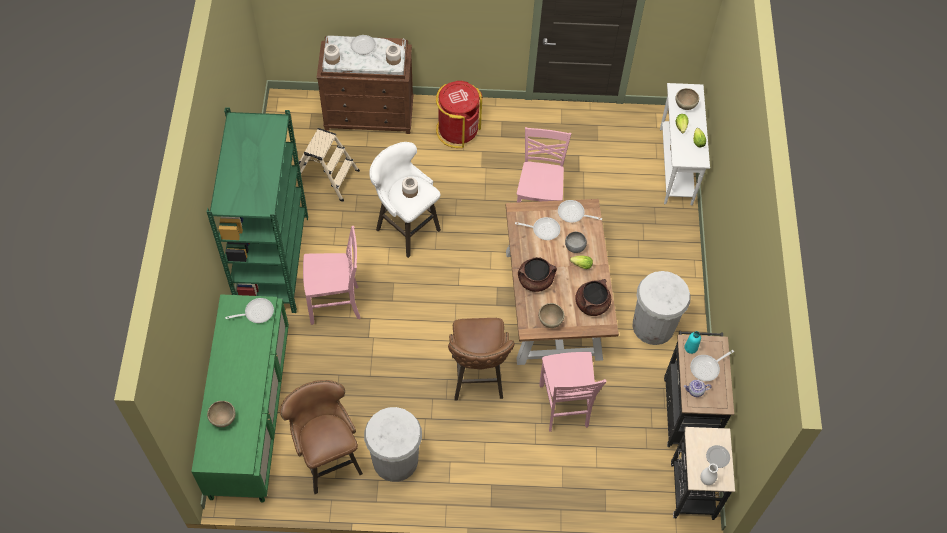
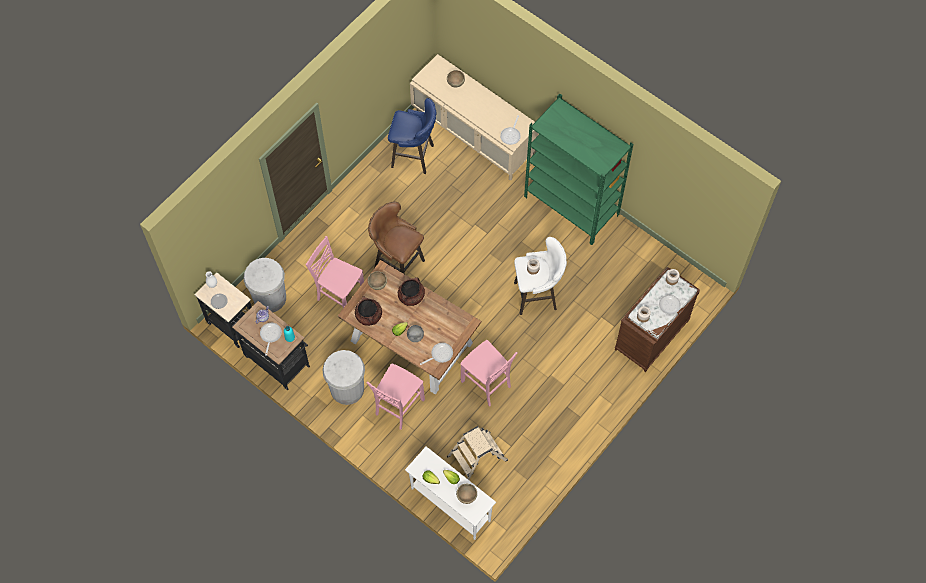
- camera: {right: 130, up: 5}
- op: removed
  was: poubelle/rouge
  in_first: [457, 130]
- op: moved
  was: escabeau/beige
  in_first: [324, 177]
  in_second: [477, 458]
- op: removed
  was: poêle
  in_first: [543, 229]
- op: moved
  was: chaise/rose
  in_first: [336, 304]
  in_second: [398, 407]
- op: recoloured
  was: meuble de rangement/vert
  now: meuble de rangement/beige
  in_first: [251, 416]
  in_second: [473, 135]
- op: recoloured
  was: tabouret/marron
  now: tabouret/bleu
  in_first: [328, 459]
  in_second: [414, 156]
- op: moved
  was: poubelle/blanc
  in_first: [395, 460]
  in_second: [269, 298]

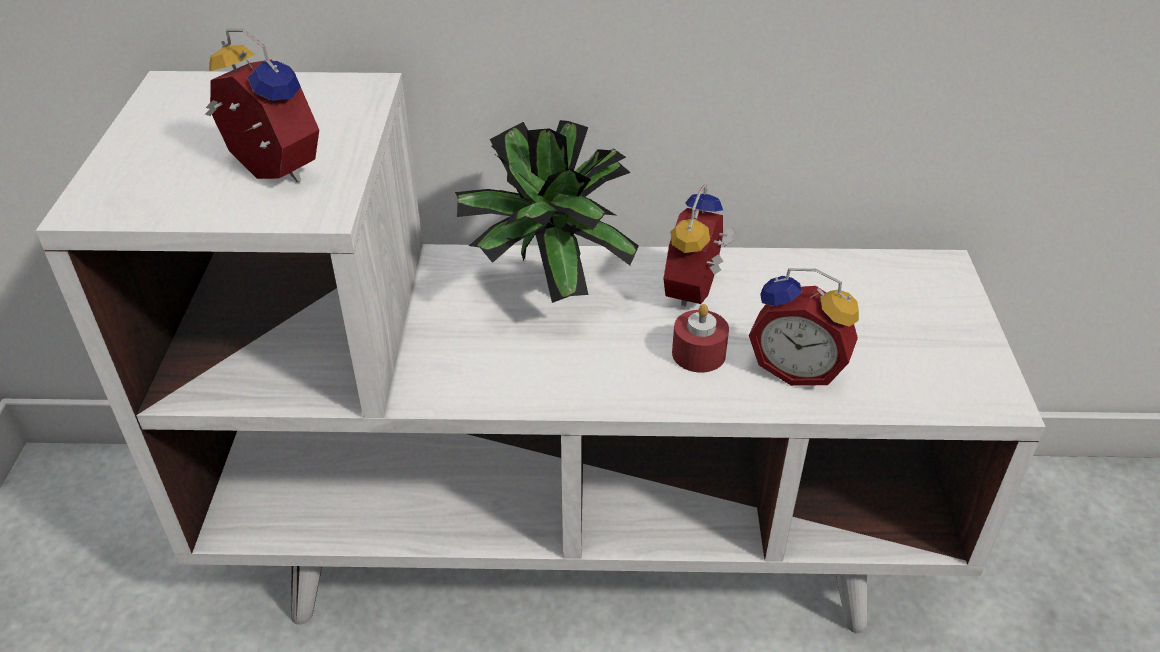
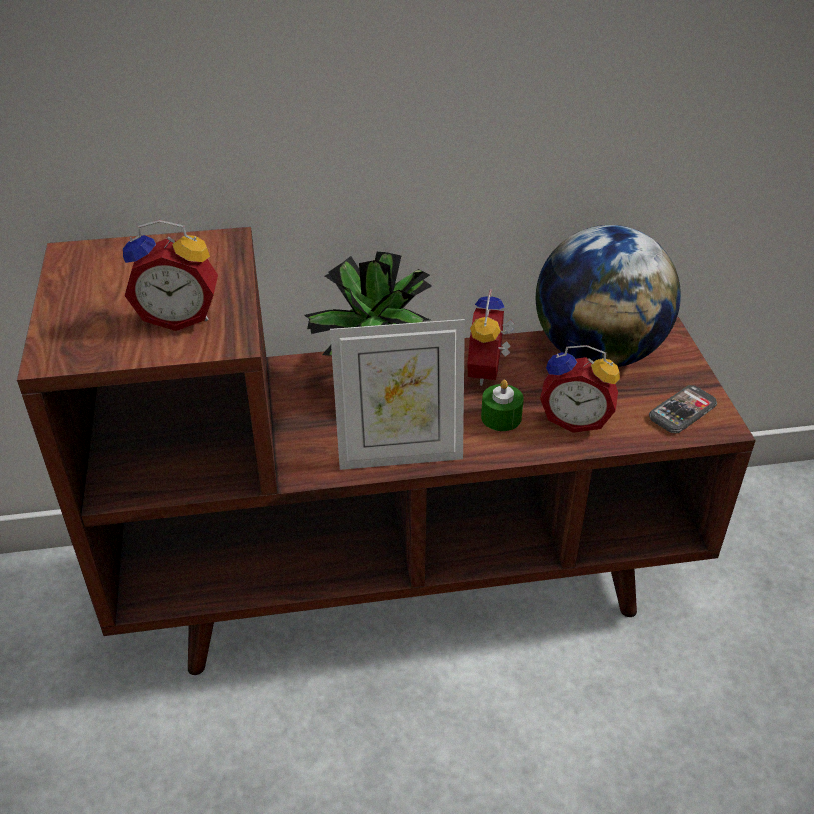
- camera: {right: -10, up: 0}
- op: turned
  was: réveil
  in_first: [268, 173]
  in_second: [179, 317]
  clockwise: 150
- op: recoloured
  was: meuble télé/blanc
  now: meuble télé/marron
  in_first: [583, 540]
  in_second: [409, 578]
- op: recoloured
  was: bougie/rouge
  now: bougie/vert
  in_first: [698, 354]
  in_second: [501, 417]
- op: added
  now: globe
  in_second: [597, 352]
- op: added
  now: cadre photo
  in_second: [400, 455]
- op: added
  now: téléphone
  in_second: [682, 411]

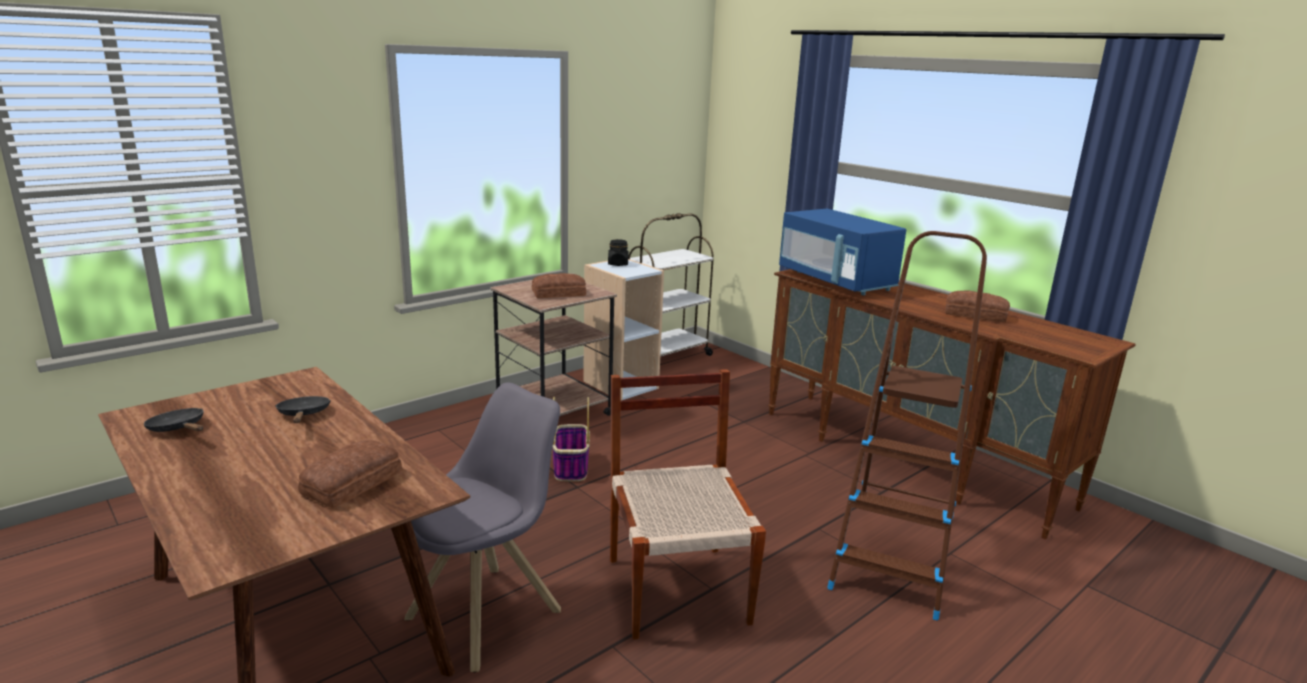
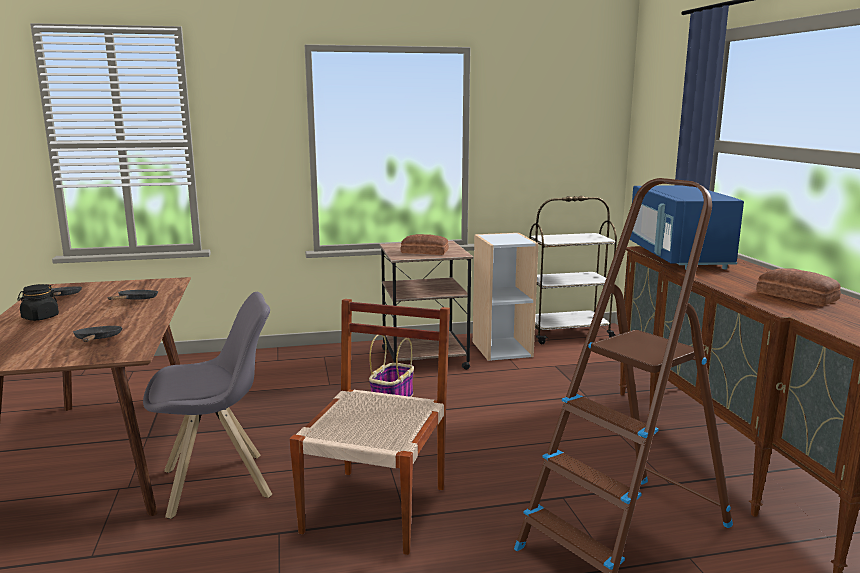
- camera: {right: 30, up: -5}
- op: moved
  was: bocal/noir
  in_first: [618, 264]
  in_second: [40, 317]
- op: replaced
  was: pain
  now: poêle/noir
  in_first: [354, 483]
  in_second: [97, 340]

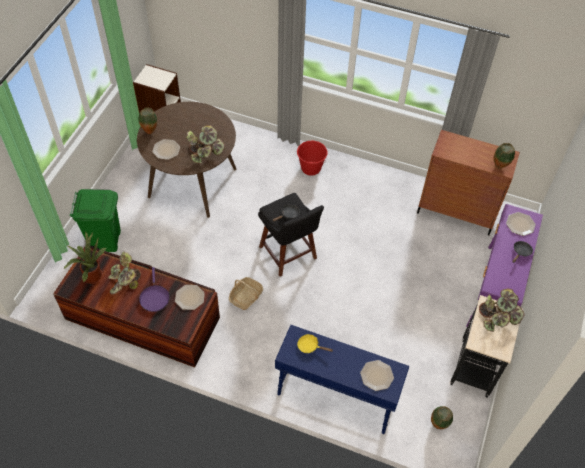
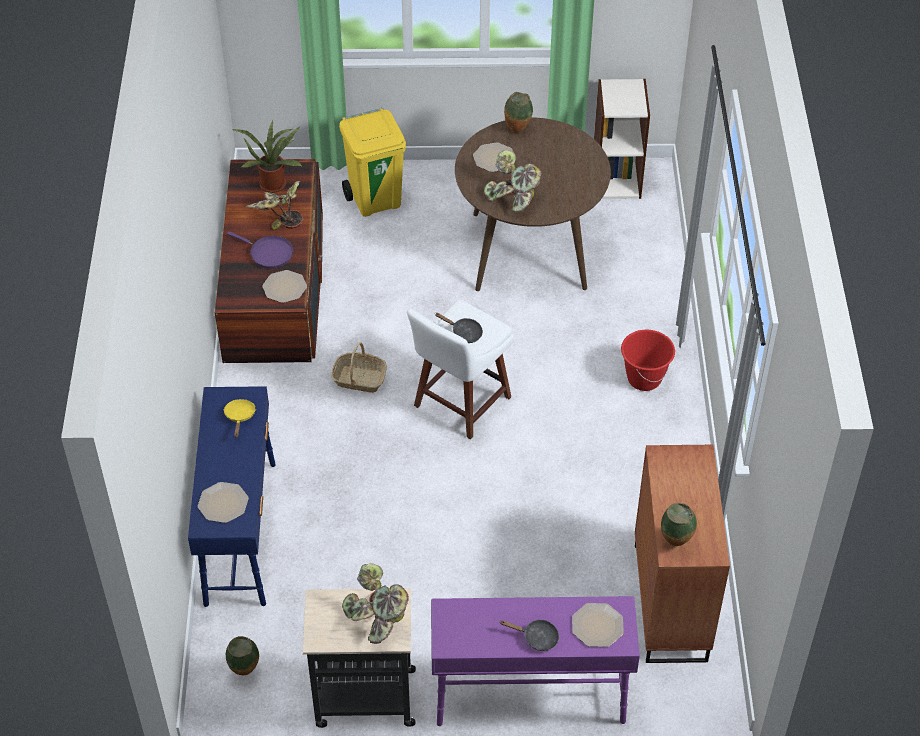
- camera: {right: 70, up: -5}
- op: recoloured
  was: poubelle/vert
  now: poubelle/jaune
  in_first: [105, 241]
  in_second: [376, 200]
- op: recoloured
  was: tabouret/noir
  now: tabouret/blanc
  in_first: [289, 254]
  in_second: [459, 404]
- op: turned
  was: poêle/violet
  in_first: [154, 297]
  in_second: [268, 253]
  clockwise: -120

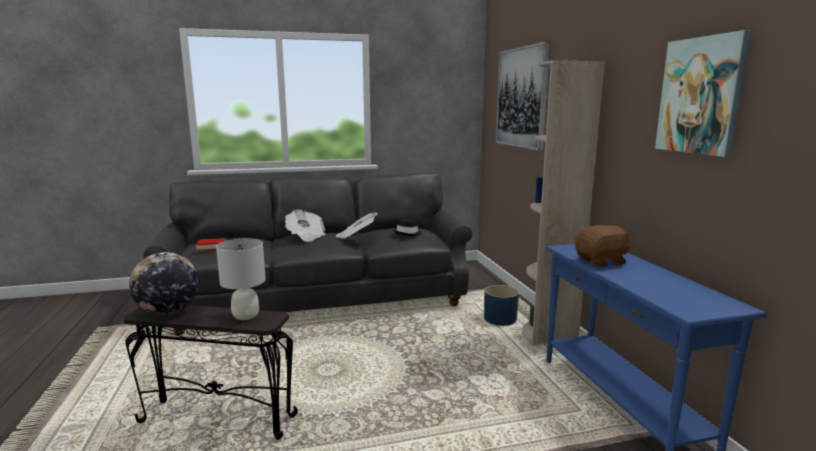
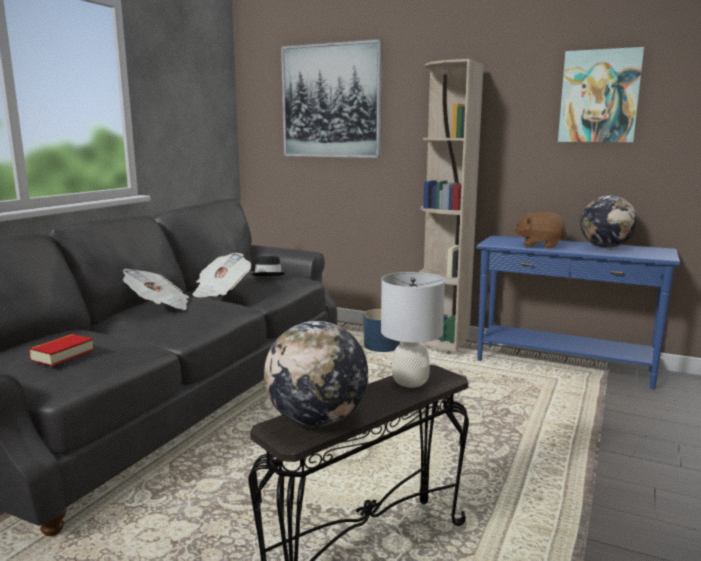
- camera: {right: -50, up: 0}
- op: turned
  was: peluche/marron
  in_first: [601, 261]
  in_second: [540, 245]
  clockwise: -90
- op: added
  now: globe
  in_second: [605, 247]

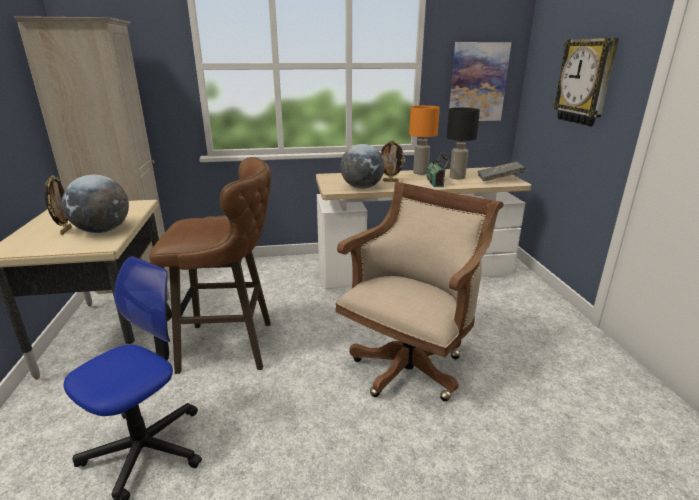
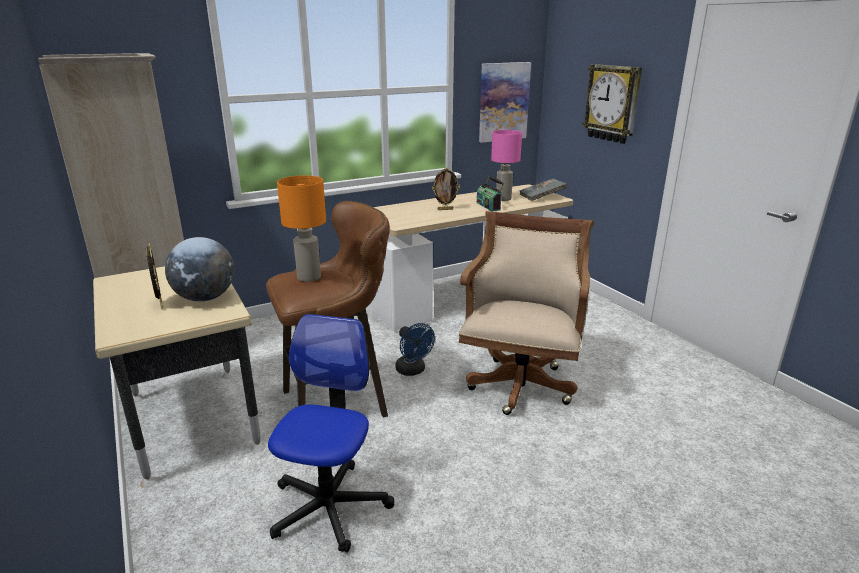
- camera: {right: -20, up: 0}
- op: moved
  was: lampe de table/orange
  in_first: [420, 173]
  in_second: [308, 277]
- op: recoloured
  was: lampe de table/noir
  now: lampe de table/rose
  in_first: [457, 177]
  in_second: [503, 199]
- op: removed
  was: globe
  in_first: [362, 187]
- op: added
  now: ventilateur/bleu
  in_second: [413, 371]

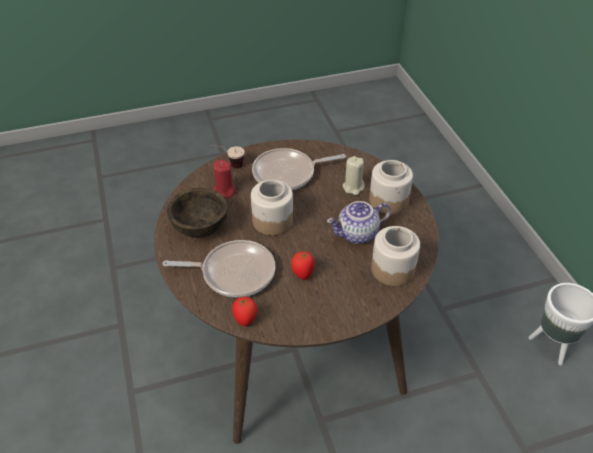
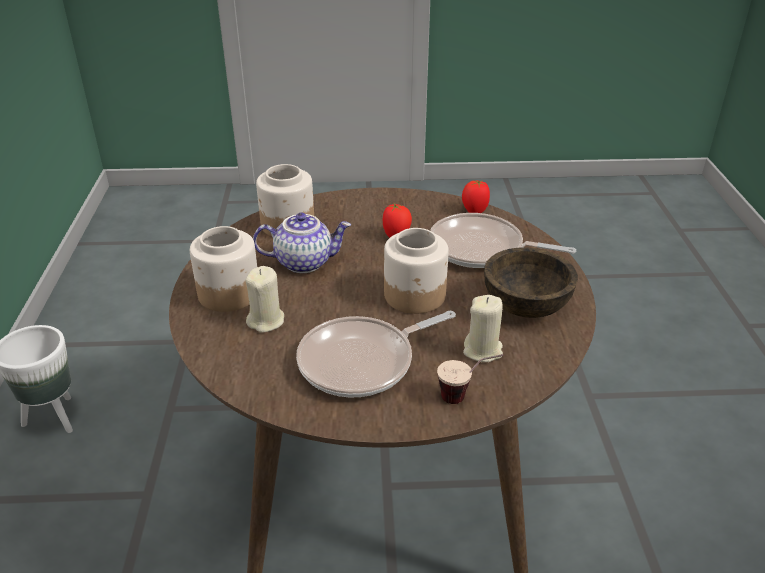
- camera: {right: -165, up: -10}
- op: turned
  was: poêle
  in_first: [288, 174]
  in_second: [362, 362]
  clockwise: 150
- op: recoloured
  was: bougie/rouge
  now: bougie/beige
  in_first: [224, 191]
  in_second: [483, 350]

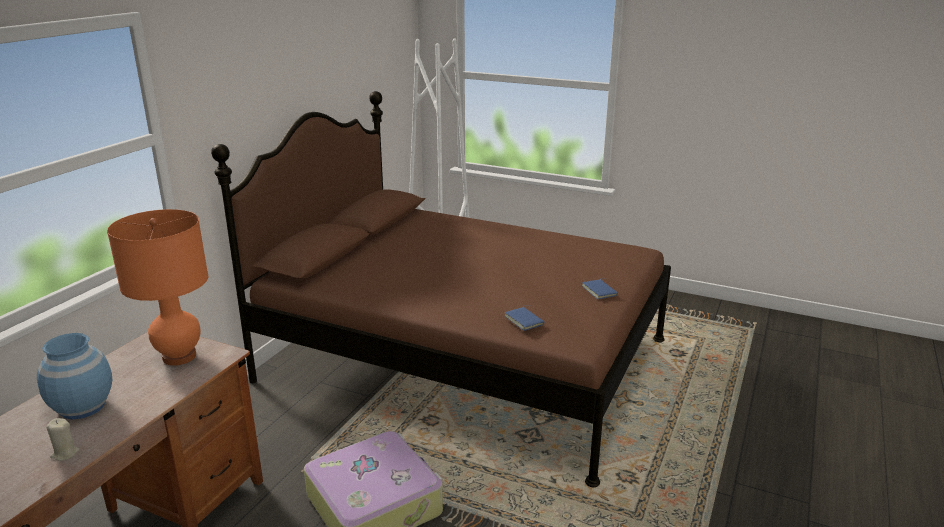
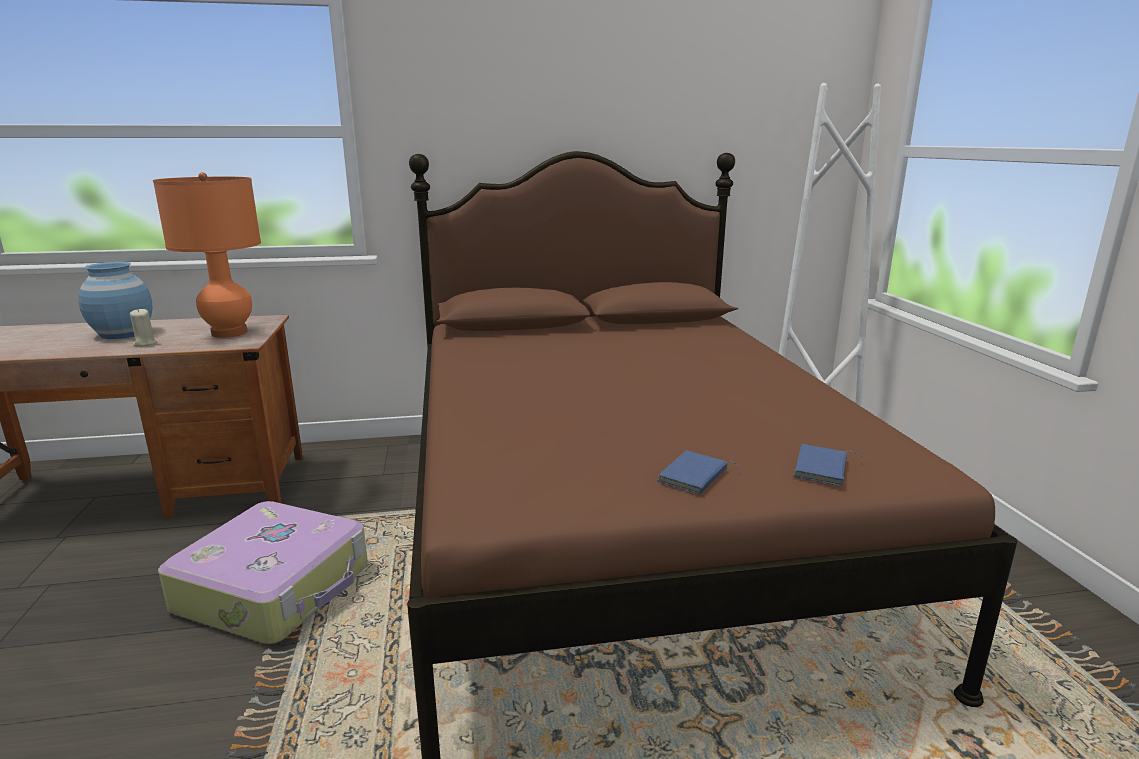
- camera: {right: 55, up: -5}
- op: moved
  was: livre/bleu
  in_first: [525, 320]
  in_second: [823, 469]
- op: moved
  was: bougie/beige
  in_first: [65, 453]
  in_second: [145, 343]

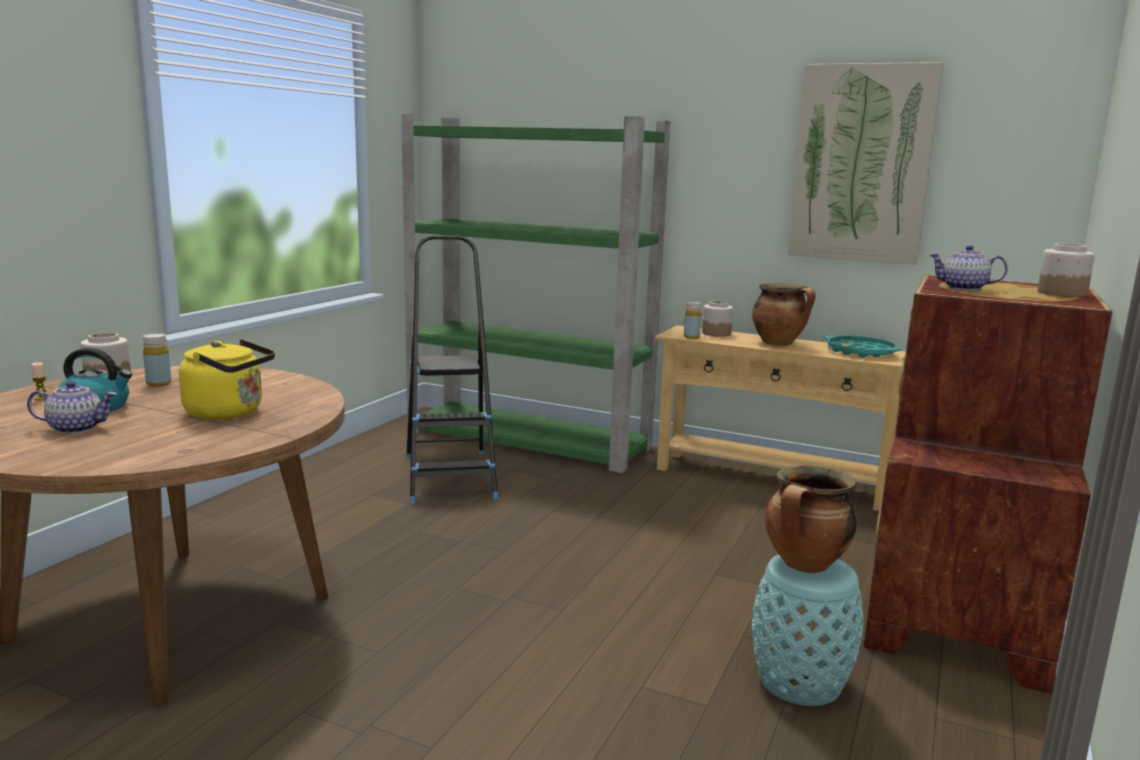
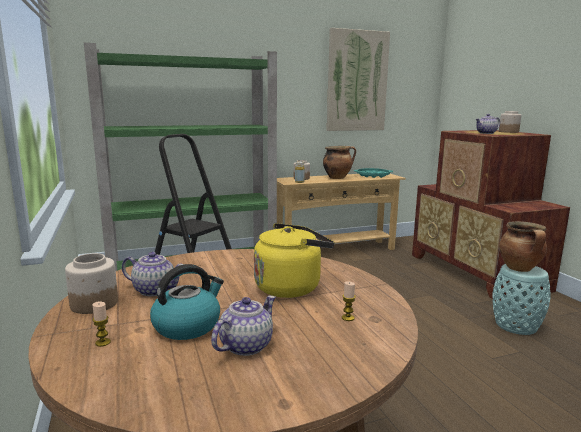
- camera: {right: -45, up: 0}
- op: replaced
  was: bouteille/jaune
  now: théière
  in_first: [158, 384]
  in_second: [155, 290]
- op: added
  now: bougie
  in_second: [348, 318]

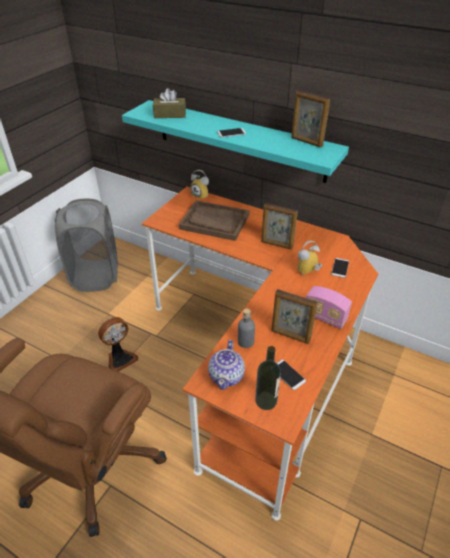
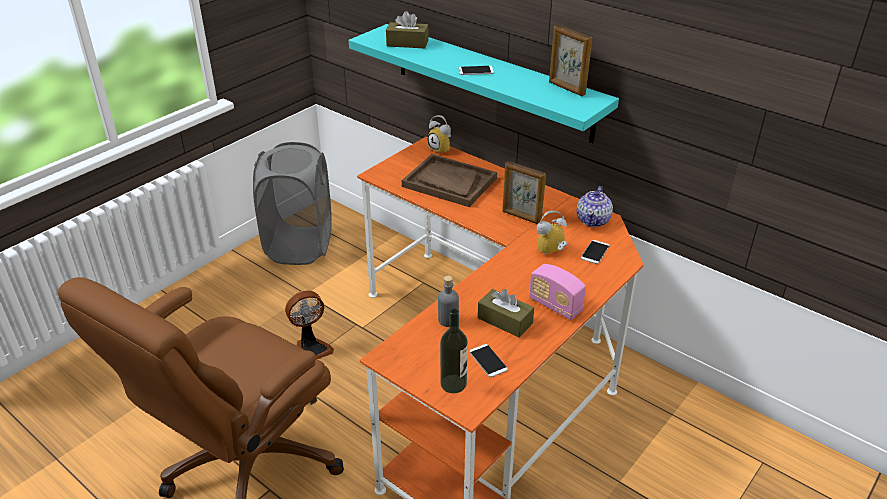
- camera: {right: 10, up: -5}
- op: replaced
  was: cadre photo
  now: boîte à mouchoirs/marron
  in_first: [290, 336]
  in_second: [505, 321]
- op: moved
  was: théière
  in_first: [227, 376]
  in_second: [593, 220]

